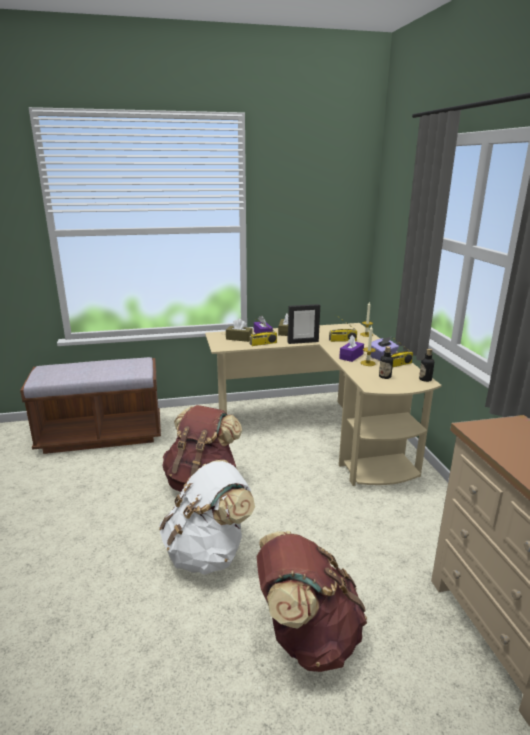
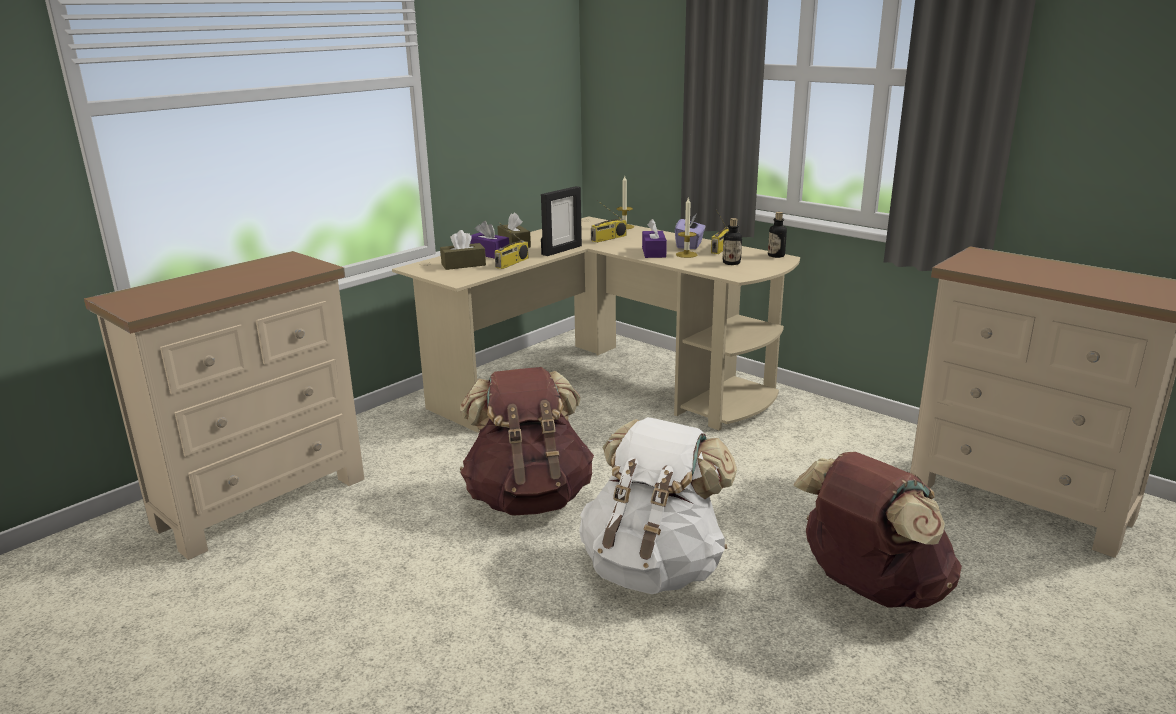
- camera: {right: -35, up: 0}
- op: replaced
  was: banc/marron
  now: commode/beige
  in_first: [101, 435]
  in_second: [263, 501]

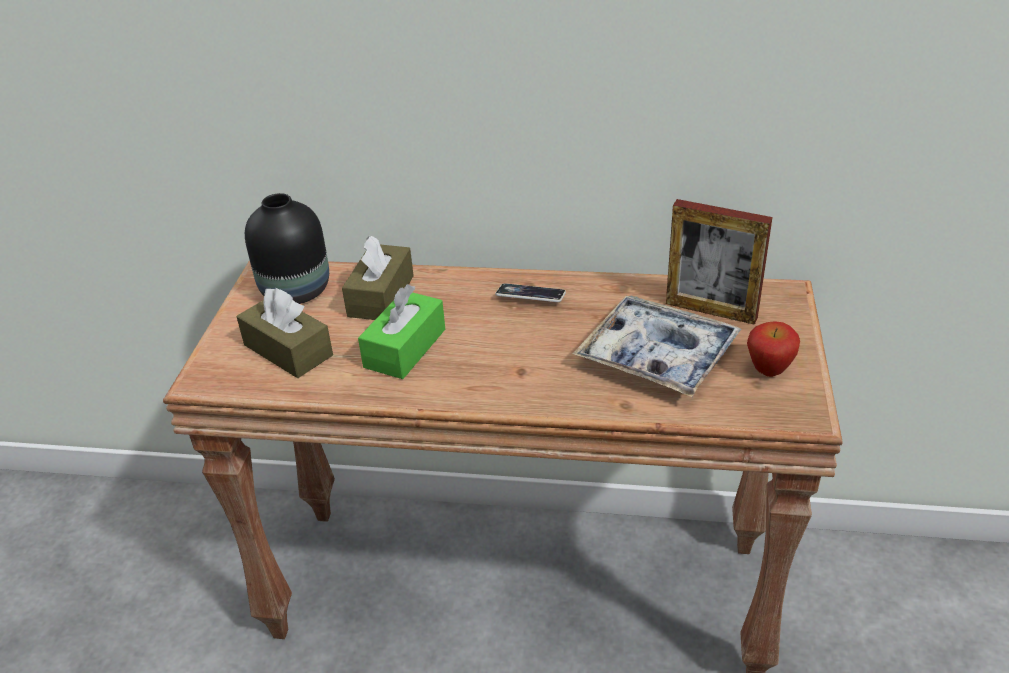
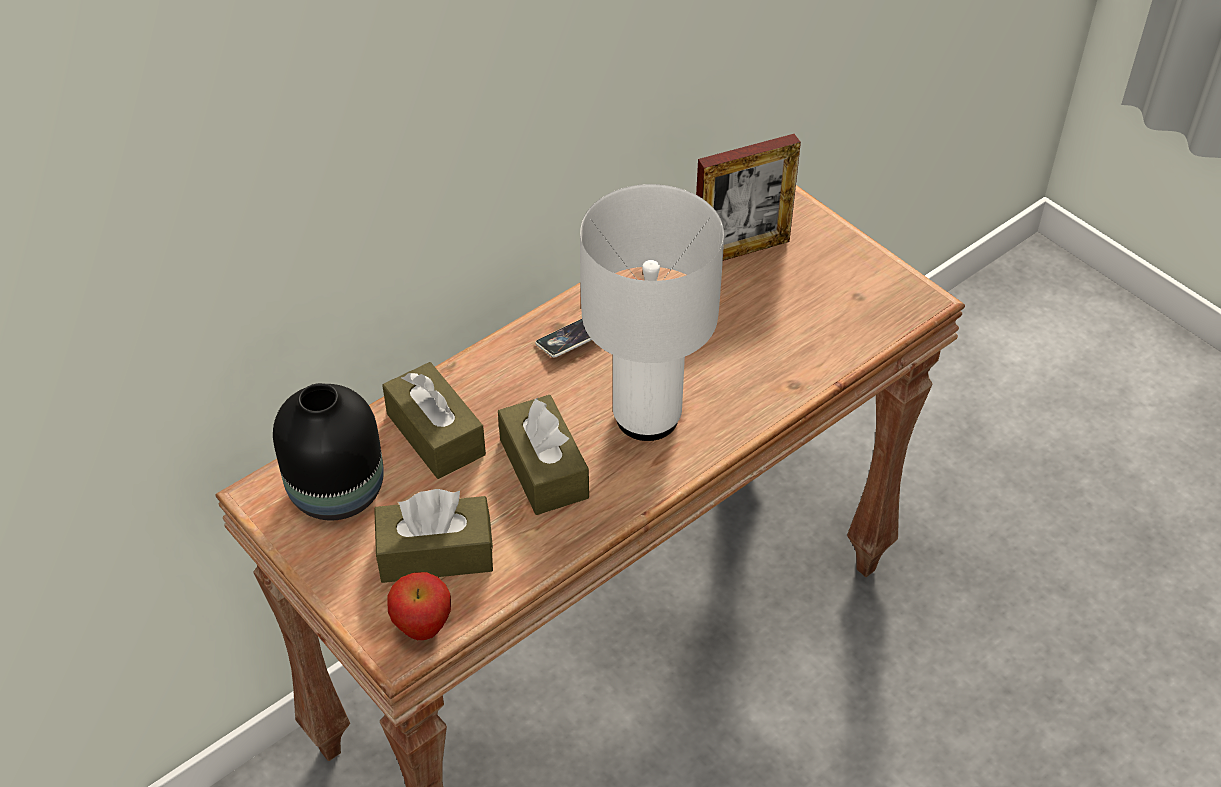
- camera: {right: -50, up: 10}
- op: recoloured
  was: boîte à mouchoirs/vert
  now: boîte à mouchoirs/marron
  in_first: [405, 348]
  in_second: [543, 468]
- op: removed
  was: plateau
  in_first: [657, 356]
- op: moved
  was: pomme
  in_first: [768, 371]
  in_second: [423, 629]
- op: added
  now: lampe de table/blanc
  in_second: [648, 418]

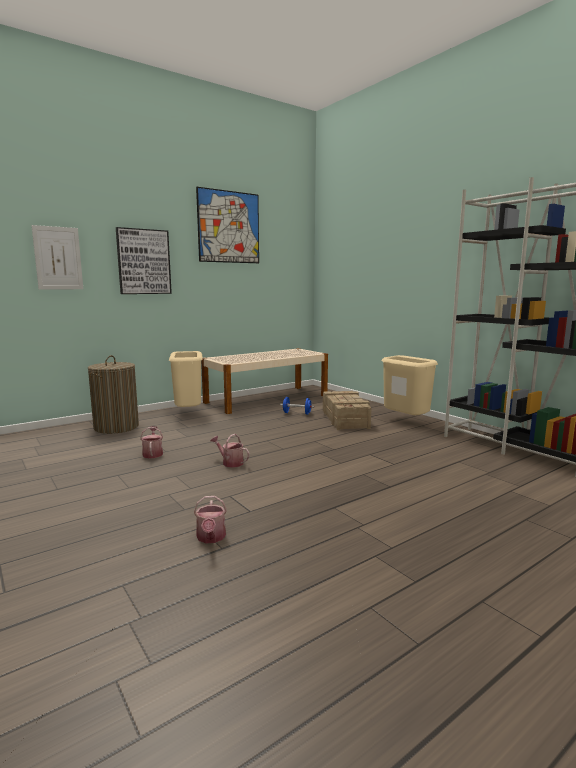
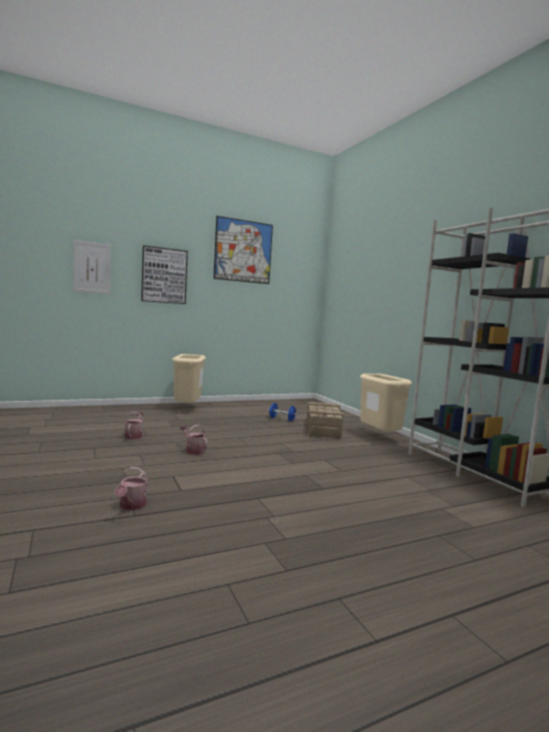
- camera: {right: 10, up: -5}
- op: removed
  was: banc/beige
  in_first: [266, 399]
- op: removed
  was: panier à linge
  in_first: [116, 427]

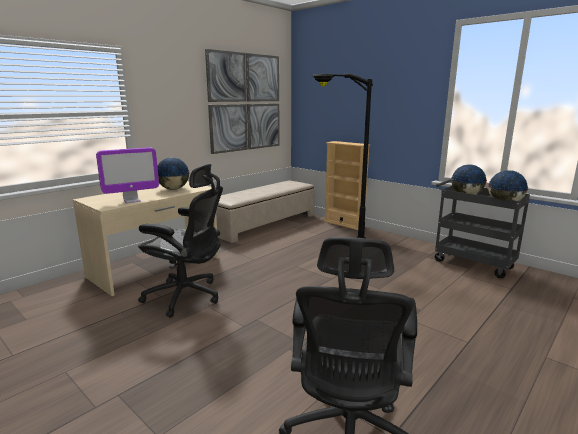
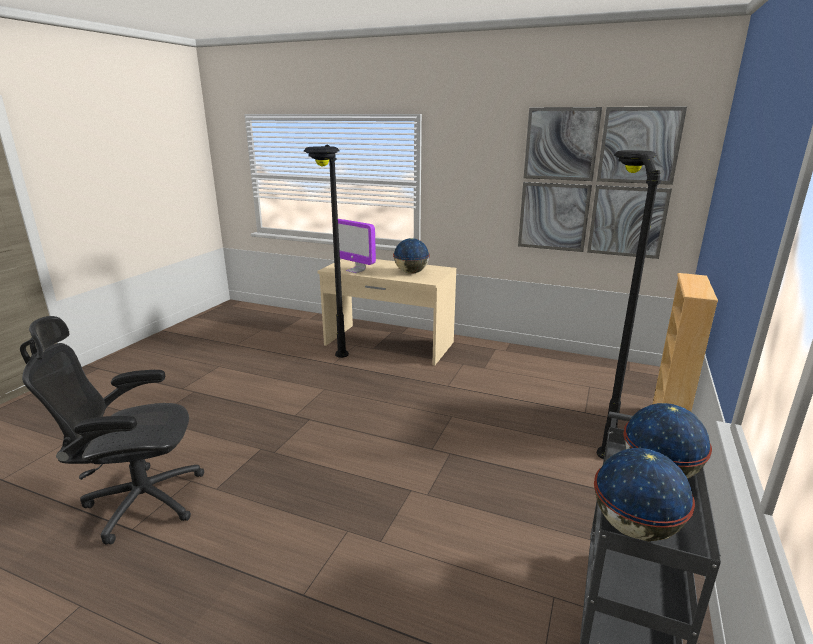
- camera: {right: 70, up: 5}
- op: replaced
  was: chaise de bureau
  now: lampadaire/noir
  in_first: [186, 297]
  in_second: [337, 374]
- op: removed
  was: banc/beige
  in_first: [264, 224]

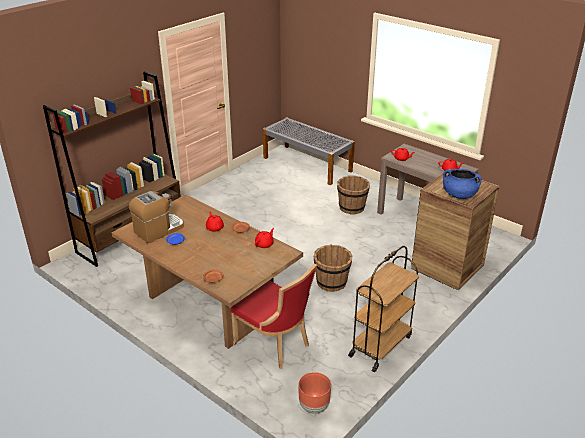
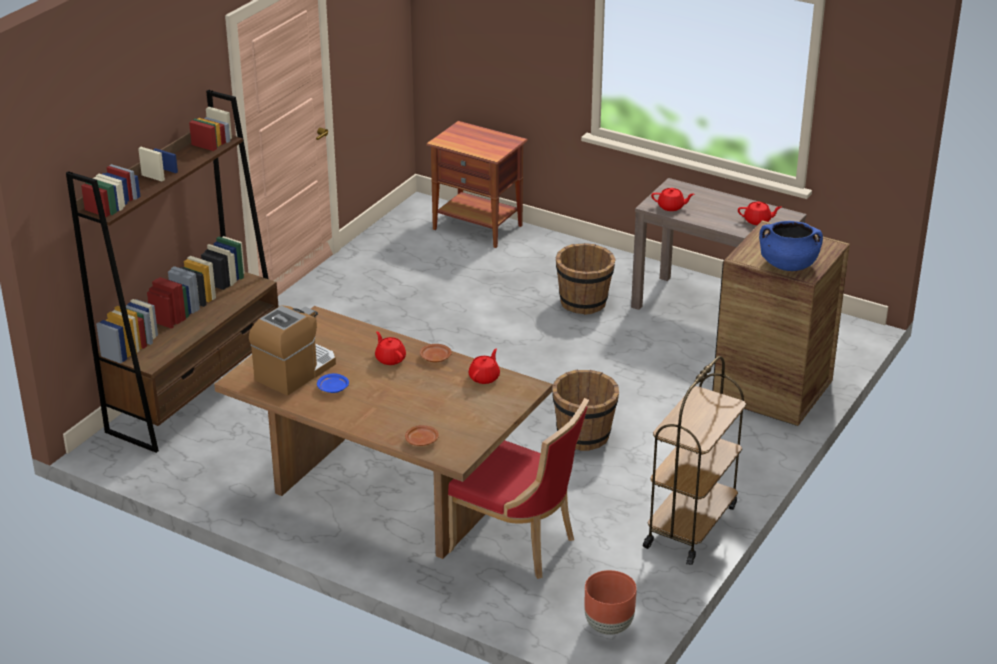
- camera: {right: -10, up: 0}
- op: replaced
  was: banc/gris
  now: table de chevet
  in_first: [307, 164]
  in_second: [479, 227]

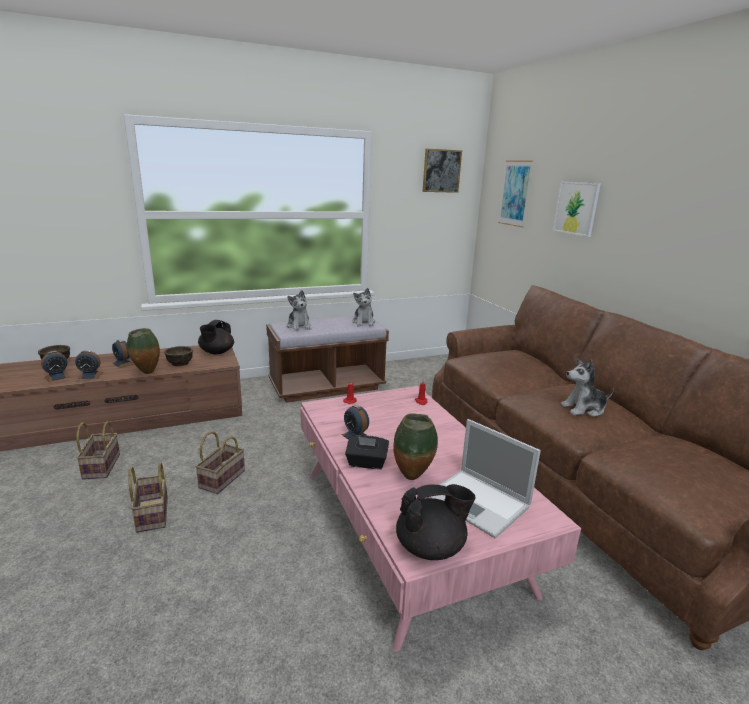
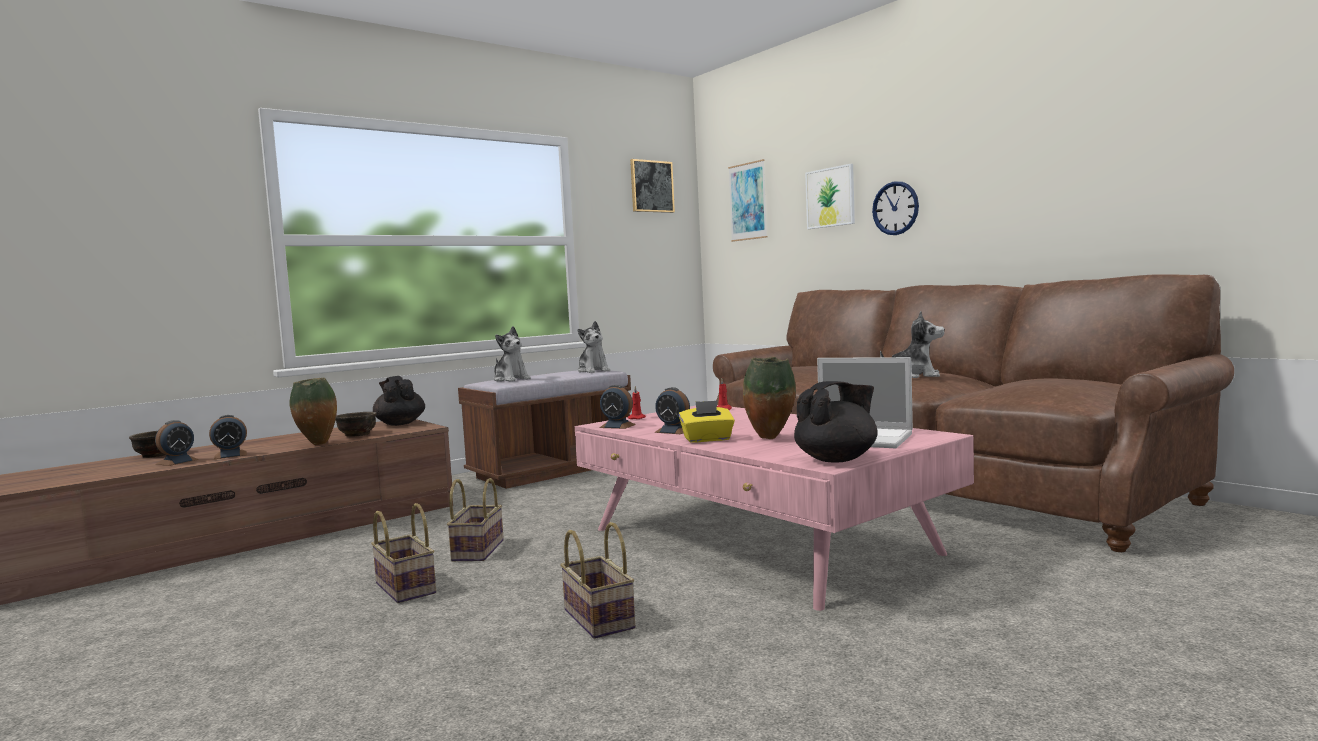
- camera: {right: -15, up: -15}
- op: turned
  was: théière/noir
  in_first: [216, 352]
  in_second: [400, 424]
  clockwise: 150
- op: moved
  was: réveil
  in_first: [123, 363]
  in_second: [617, 426]
- op: turned
  was: peluche
  in_first: [584, 409]
  in_second: [915, 375]
  clockwise: -135
- op: moved
  was: panier
  in_first: [101, 466]
  in_second: [596, 619]
- op: recoloured
  was: boîte à mouchoirs/noir
  now: boîte à mouchoirs/jaune
  in_first: [366, 463]
  in_second: [707, 439]
- op: added
  now: horloge murale
  in_second: [895, 208]

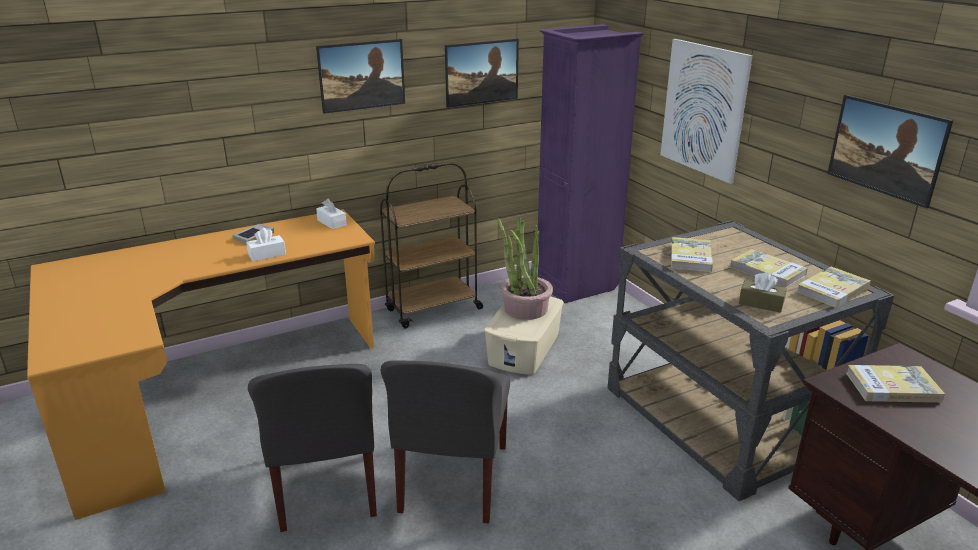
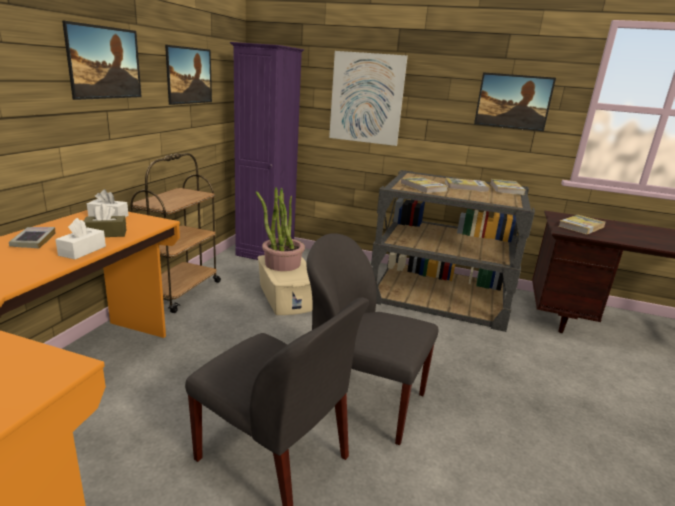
- camera: {right: -45, up: -5}
- op: moved
  was: boîte à mouchoirs/marron
  in_first: [761, 303]
  in_second: [106, 234]
- op: turned
  was: chaise/gris
  in_first: [452, 481]
  in_second: [362, 399]
  clockwise: 150

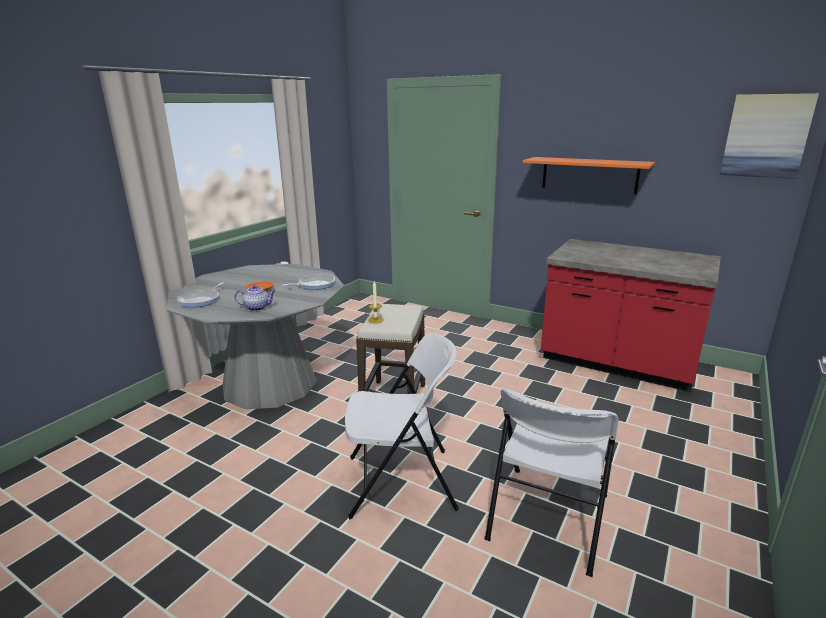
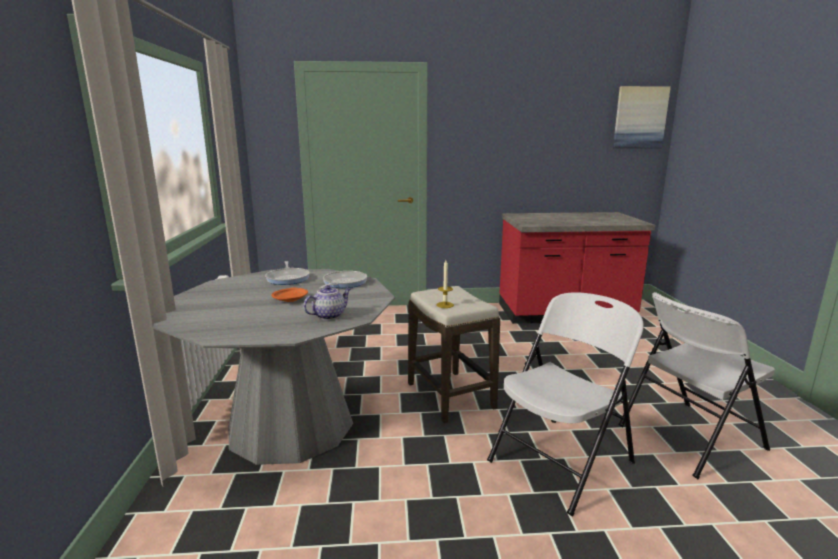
- camera: {right: -35, up: -5}
- op: removed
  was: étagère/orange
  in_first: [589, 175]
- op: moved
  was: poêle
  in_first: [201, 300]
  in_second: [288, 278]
- op: turned
  was: chaise/blanc
  in_first: [548, 517]
  in_second: [690, 437]
  clockwise: 75

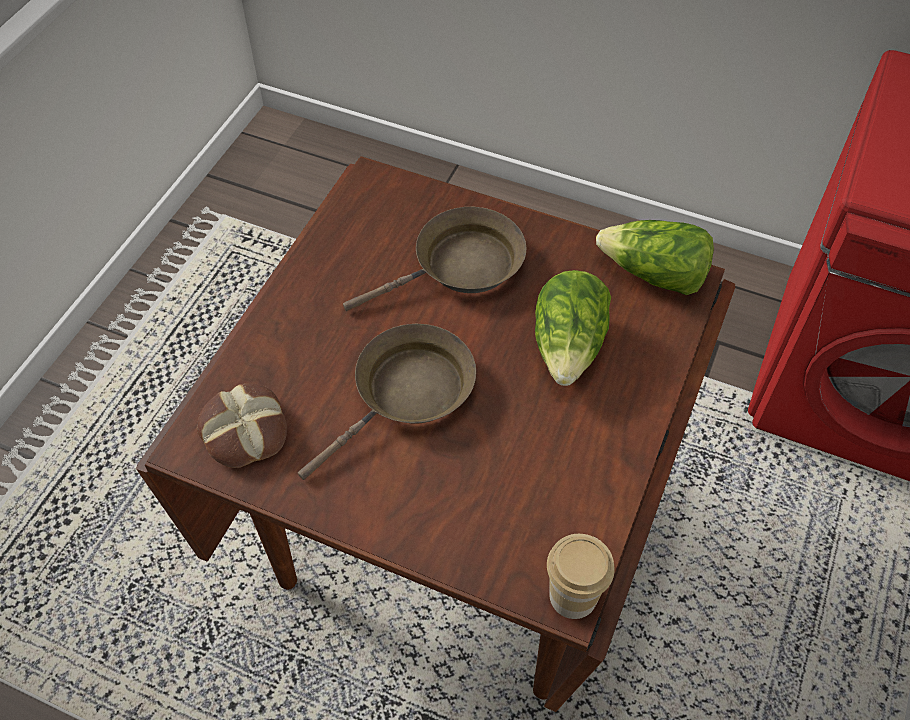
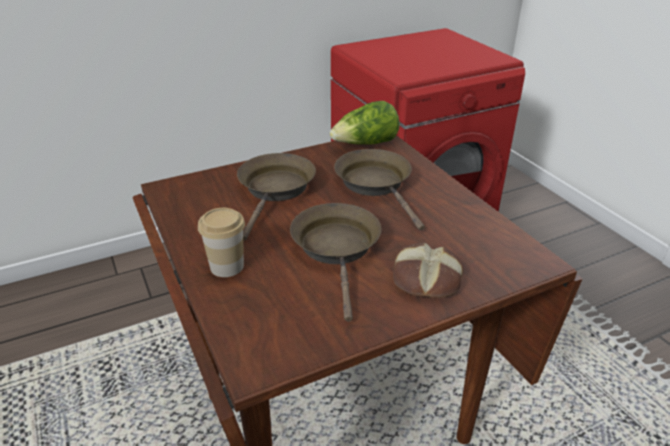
- camera: {right: -50, up: -20}
- op: replaced
  was: laitue
  now: poêle/marron
  in_first: [569, 346]
  in_second: [376, 184]
- op: moved
  was: pain
  in_first: [243, 431]
  in_second: [425, 279]
- op: moved
  was: tasse
  in_first: [573, 596]
  in_second: [227, 266]

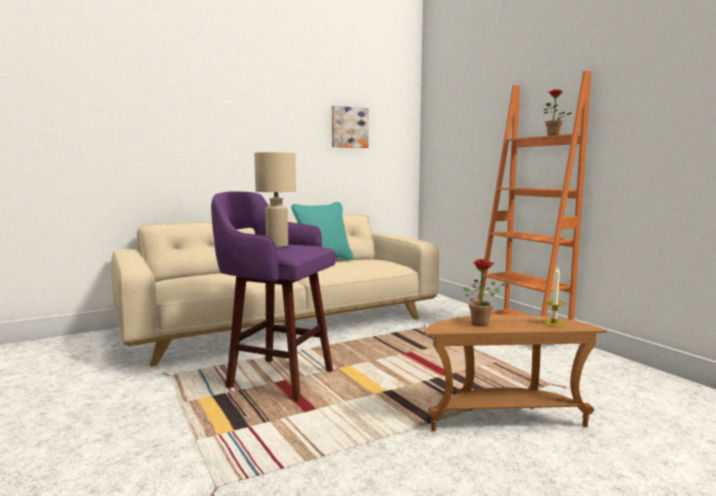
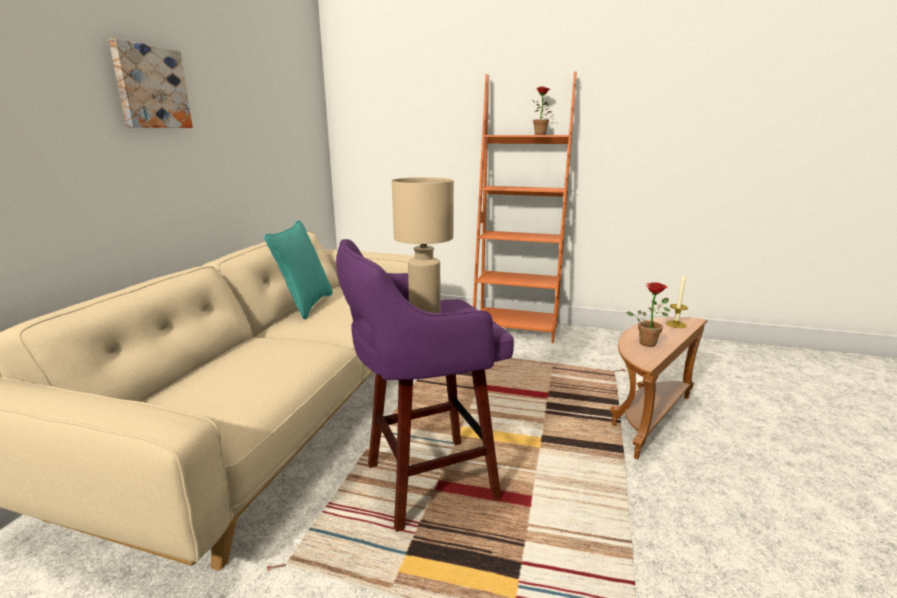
- camera: {right: -45, up: 10}
- op: moved
  was: tableau
  in_first: [349, 127]
  in_second: [150, 87]

